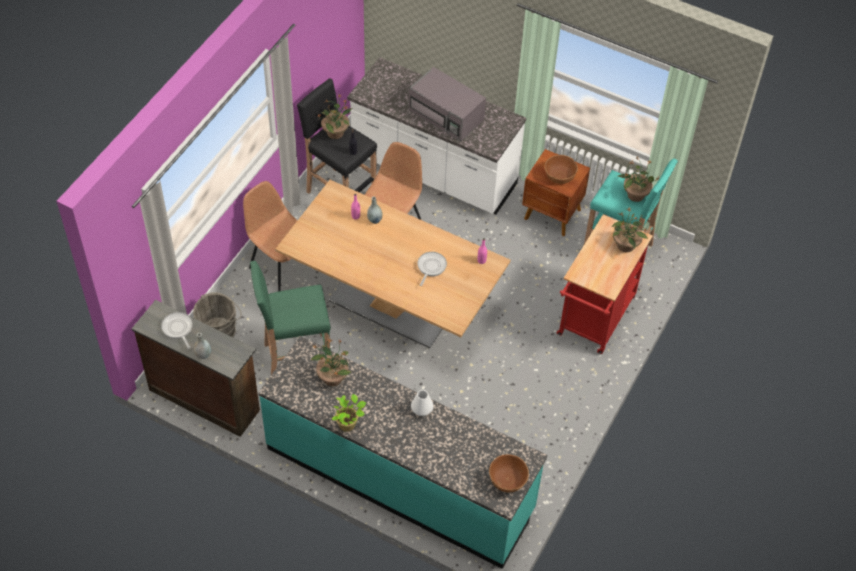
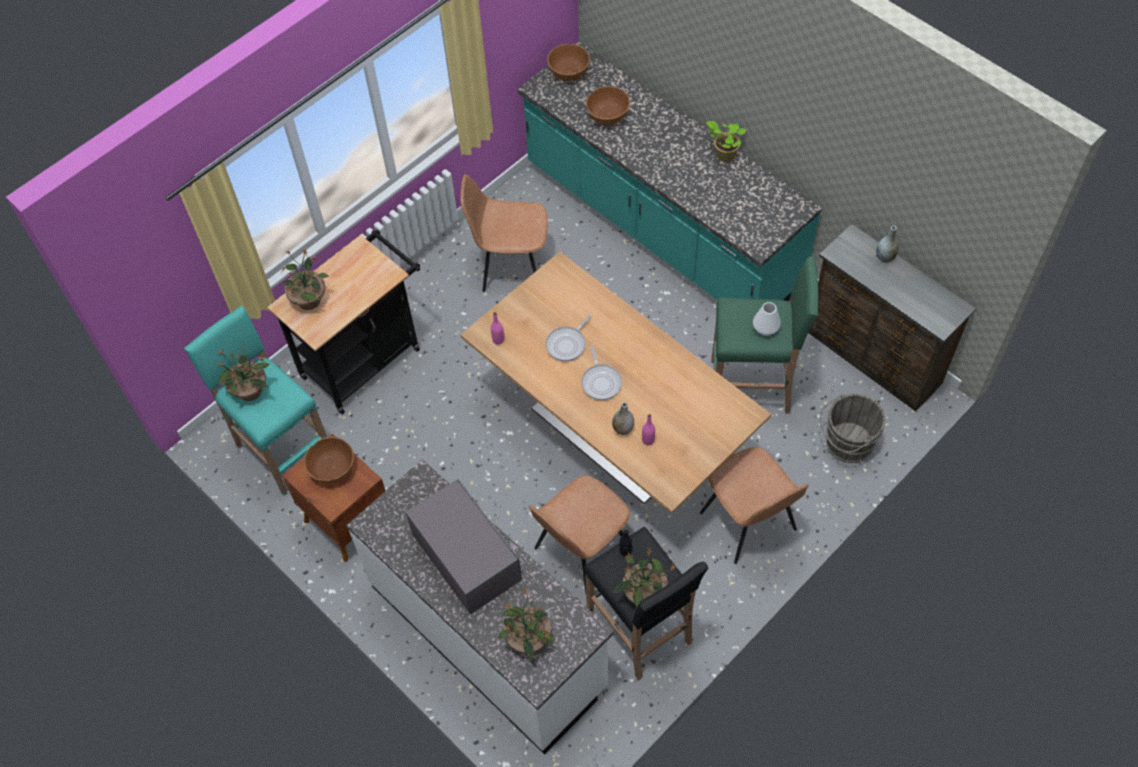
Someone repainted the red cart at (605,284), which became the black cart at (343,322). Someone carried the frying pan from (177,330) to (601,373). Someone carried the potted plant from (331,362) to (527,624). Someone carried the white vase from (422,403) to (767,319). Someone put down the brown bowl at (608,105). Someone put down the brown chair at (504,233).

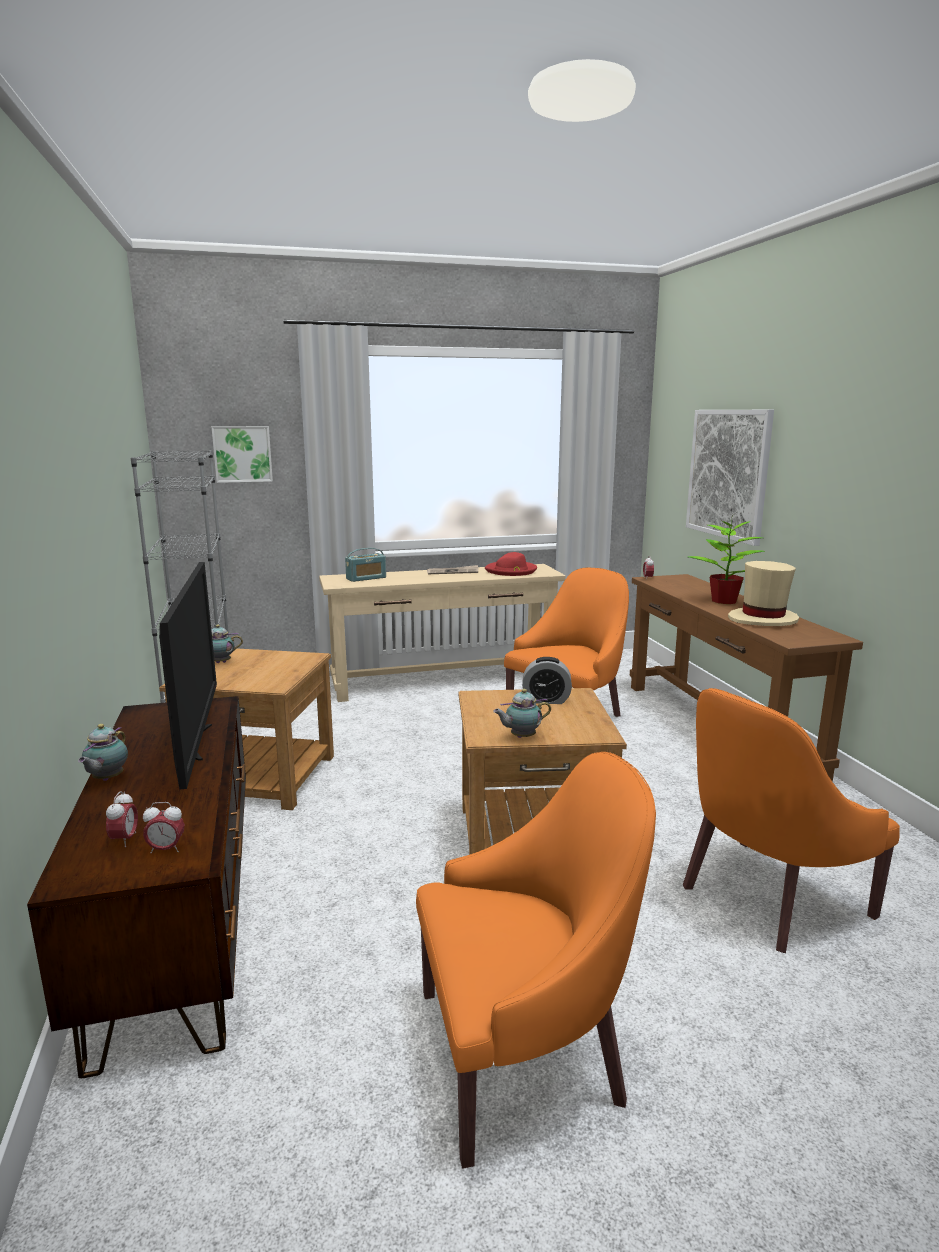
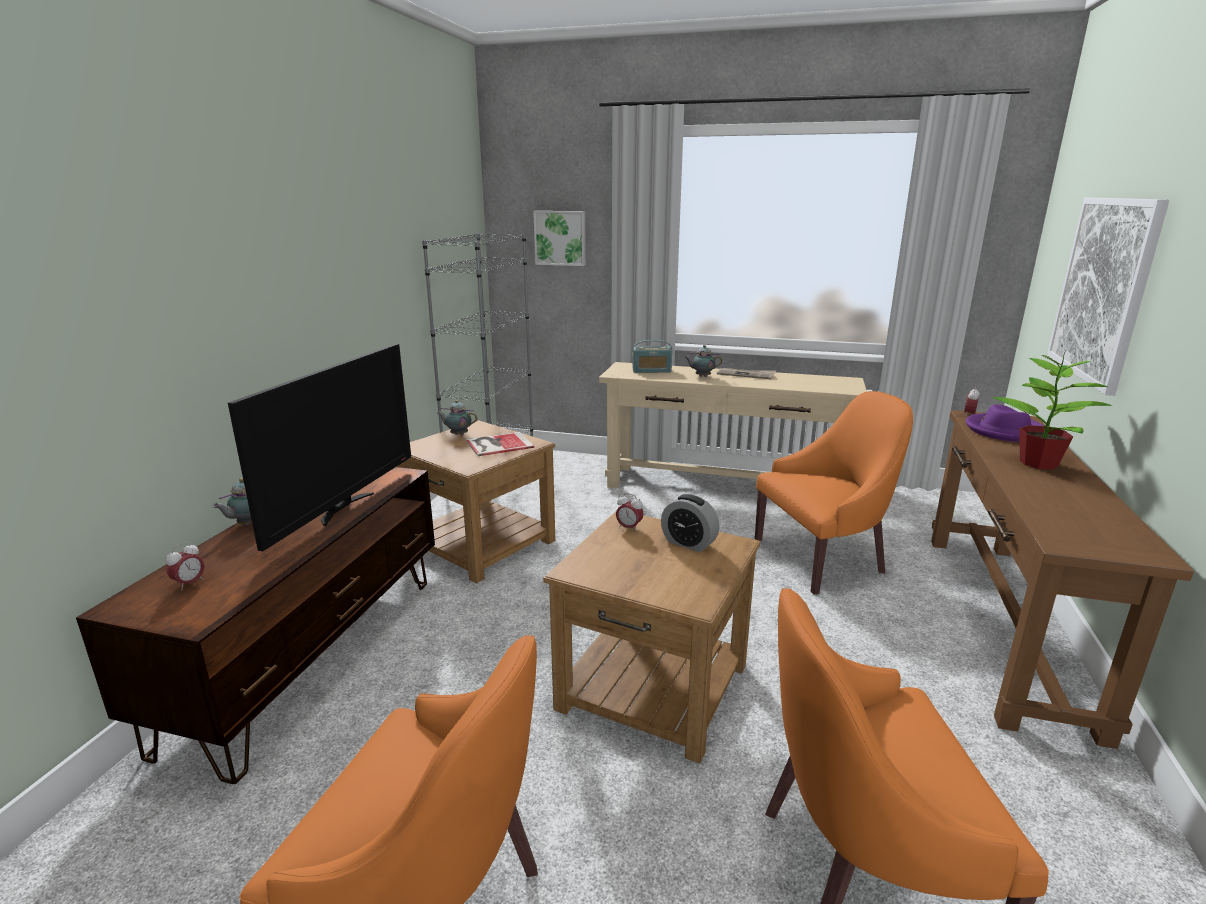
Someone took away the red hat at (511,564). Someone took away the beige hat at (763,593). Someone carried the teapot from (522,713) to (703,361). Someone carried the alarm clock from (164,827) to (630,512). Someone put down the purple hat at (1005,423). Someone put down the book at (500,444).

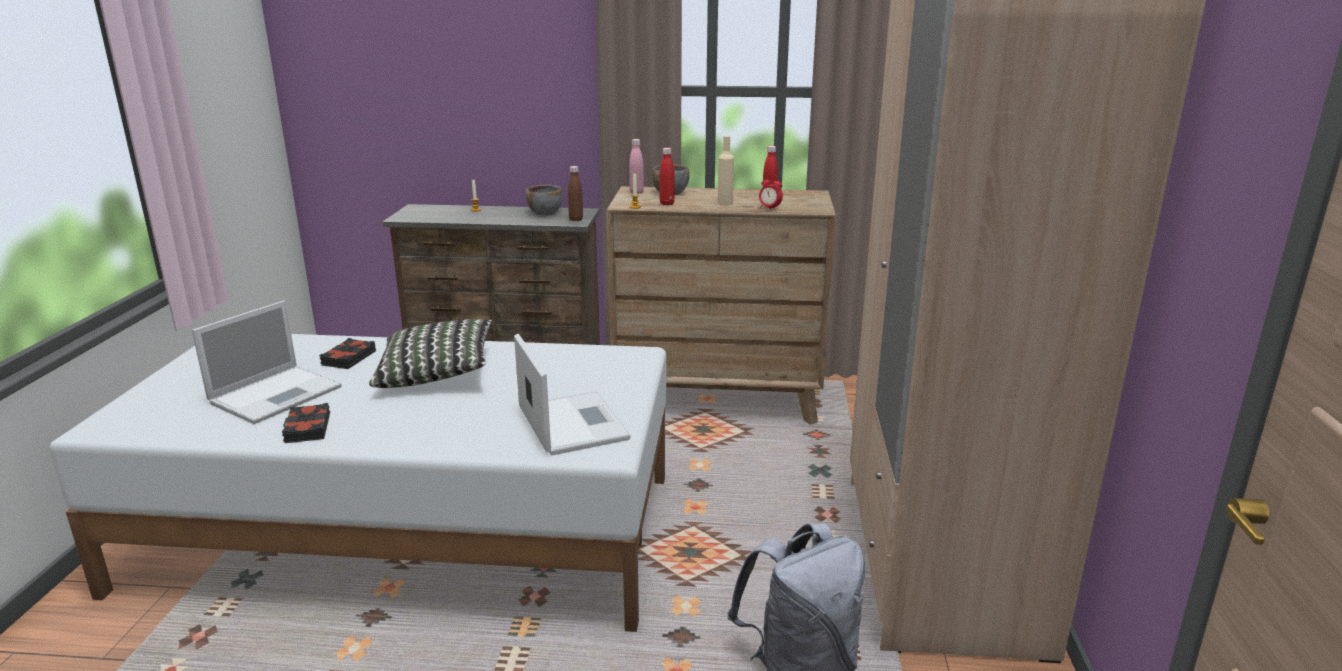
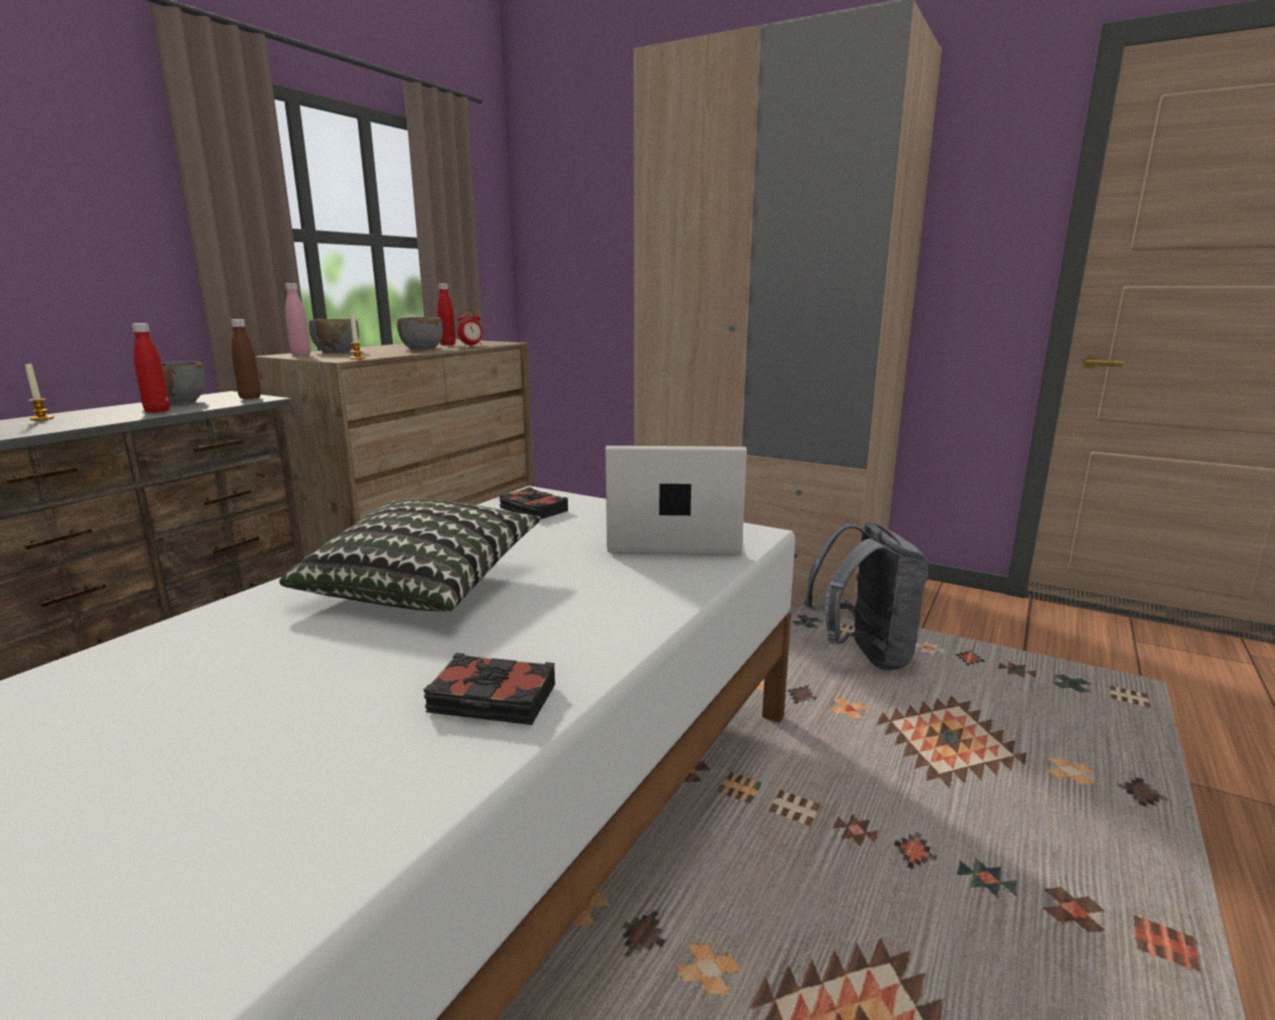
Someone swapped the beige bottle at (726,171) for the grey bowl at (420,333). Someone carried the red bottle from (667,176) to (151,368). Someone took away the laptop at (267,362). Someone carried the black book from (347,353) to (533,503).

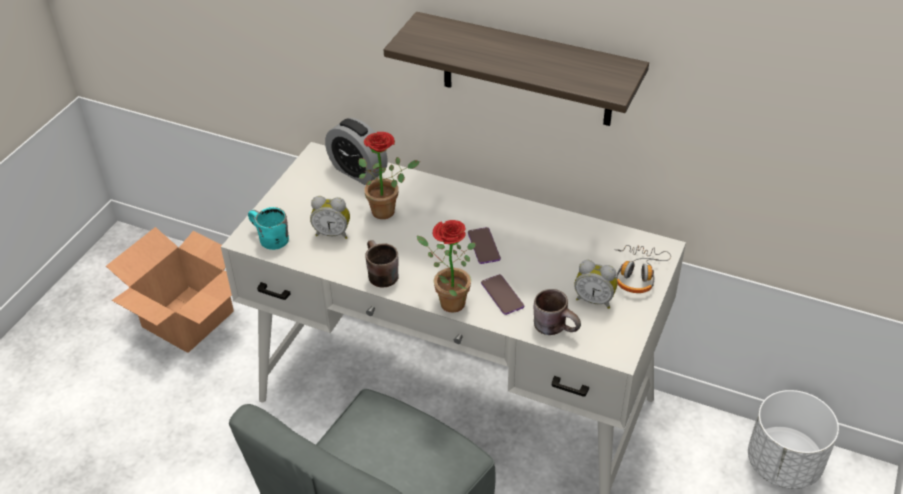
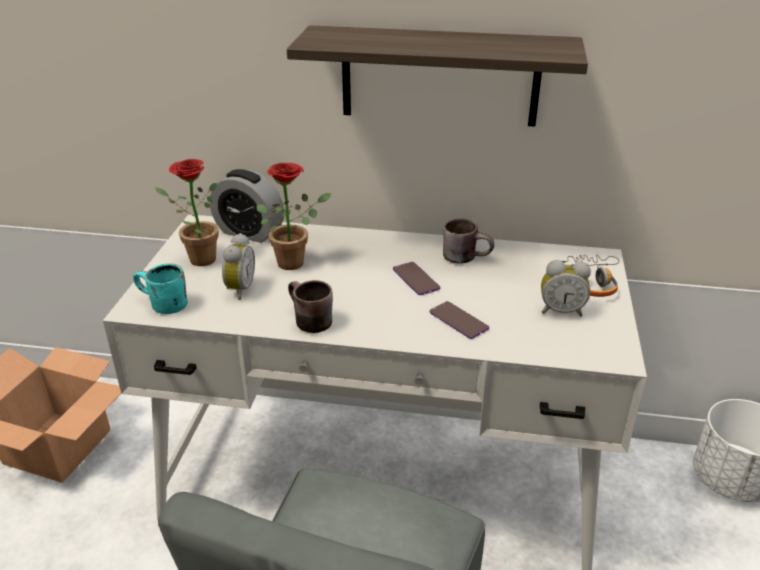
Someone rotated the alarm clock at (330,217) by 75 degrees counterclockwise. Someone carried the potted plant from (446,266) to (187,212). Someone carried the brown mug from (557,312) to (468,241).

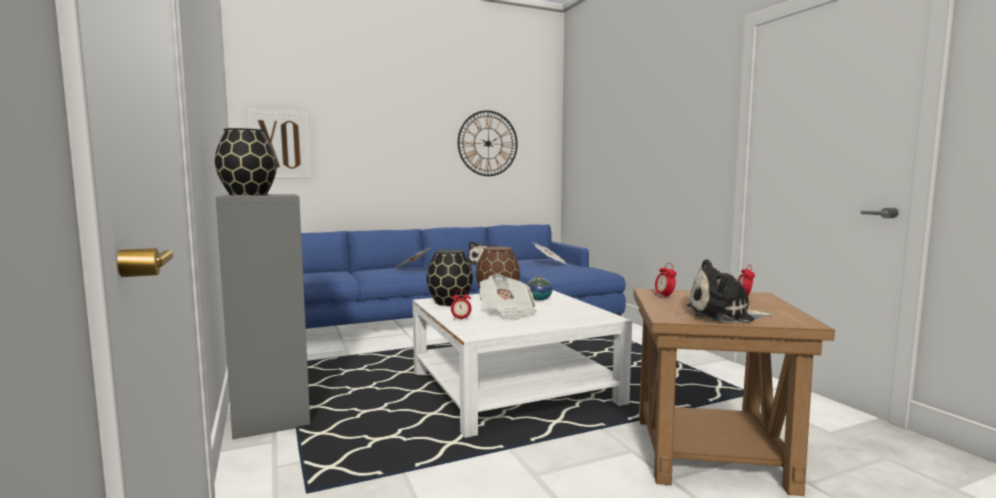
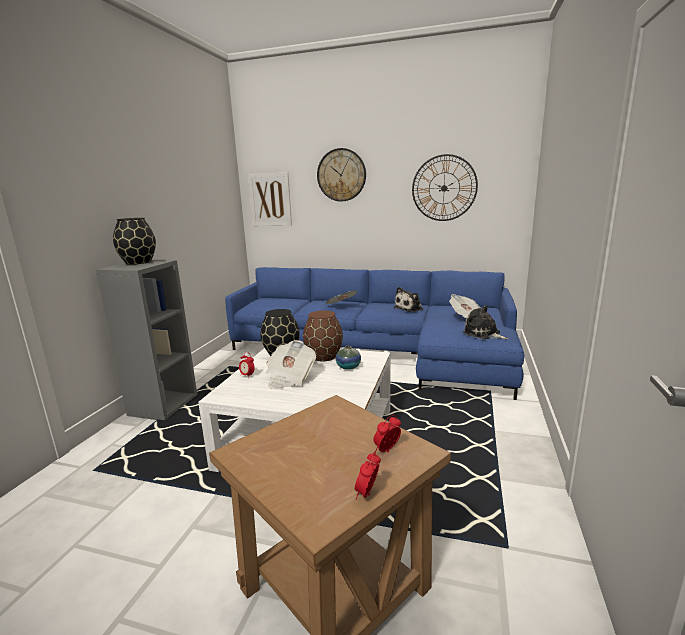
Someone carried the plush toy from (730,290) to (485,322). Someone carried the alarm clock from (665,280) to (368,476). Someone put up the wall clock at (341,175).

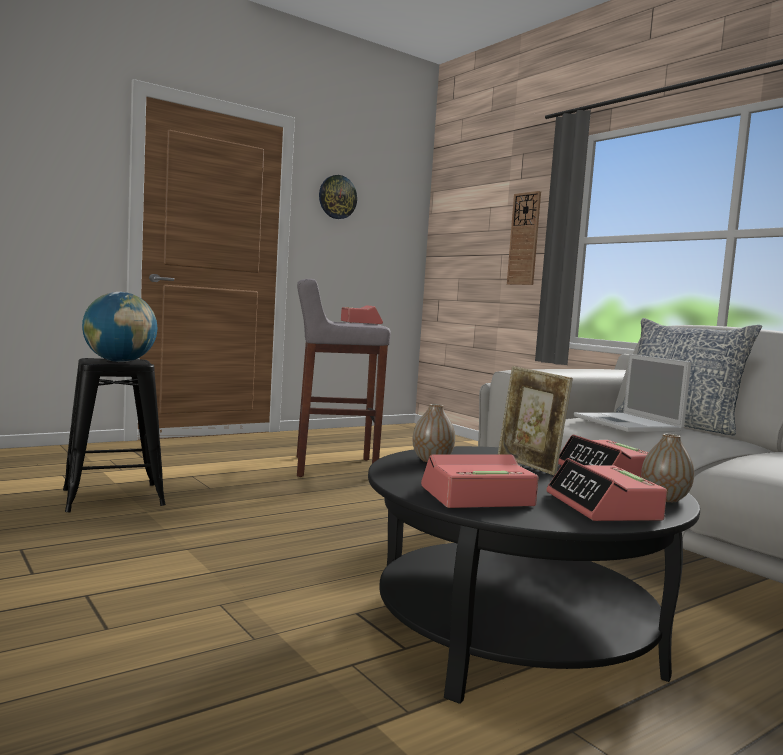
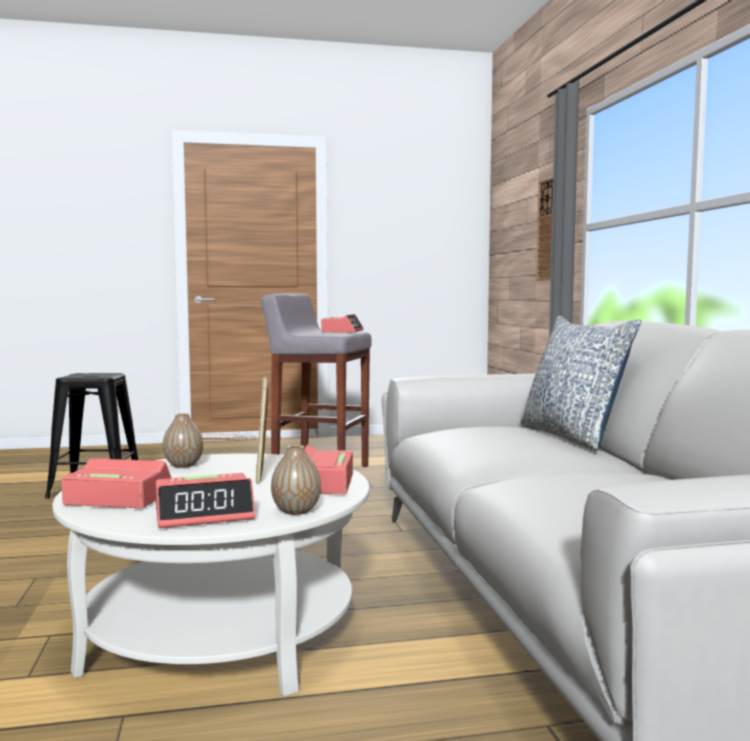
Someone took away the wall clock at (338,197). Someone took away the globe at (119,327). Someone took away the laptop at (632,393). Someone repainted the black coffee table at (534,575), which became the white coffee table at (211,575). Someone rotated the alarm clock at (606,489) by 120 degrees counterclockwise.

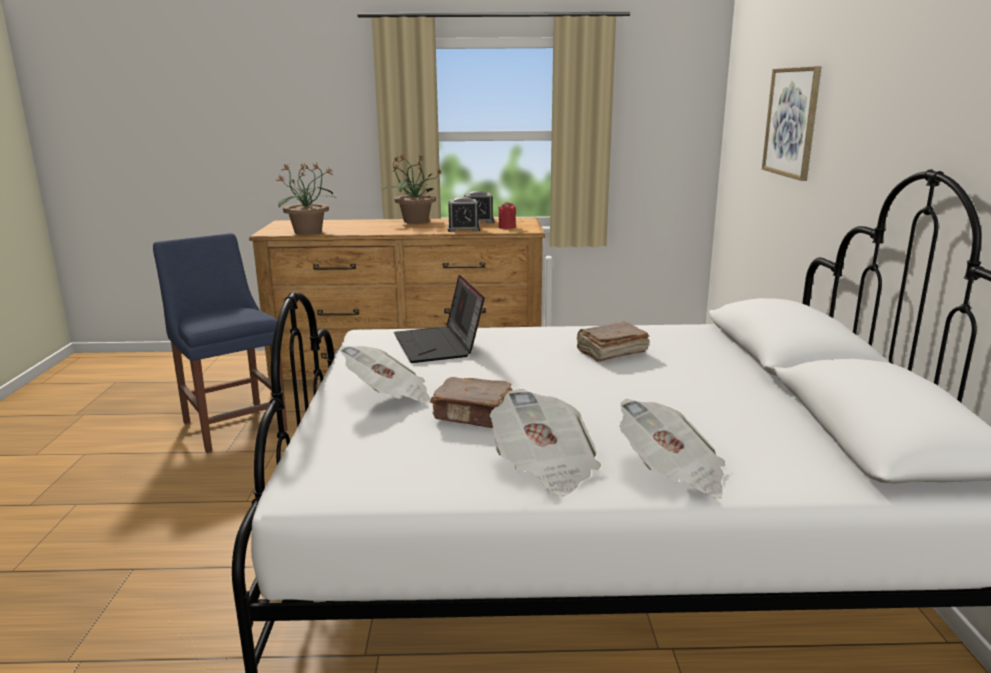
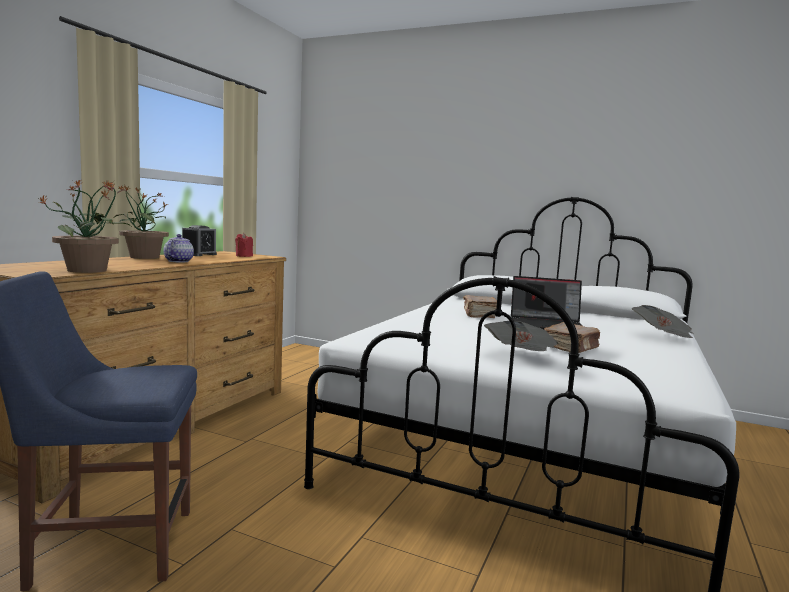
Someone took away the picture at (791,123). Someone took away the alarm clock at (464,214). Someone carried the laptop from (439,319) to (547,302). Someone took away the newspaper at (545,443). Someone put down the teapot at (179,248).

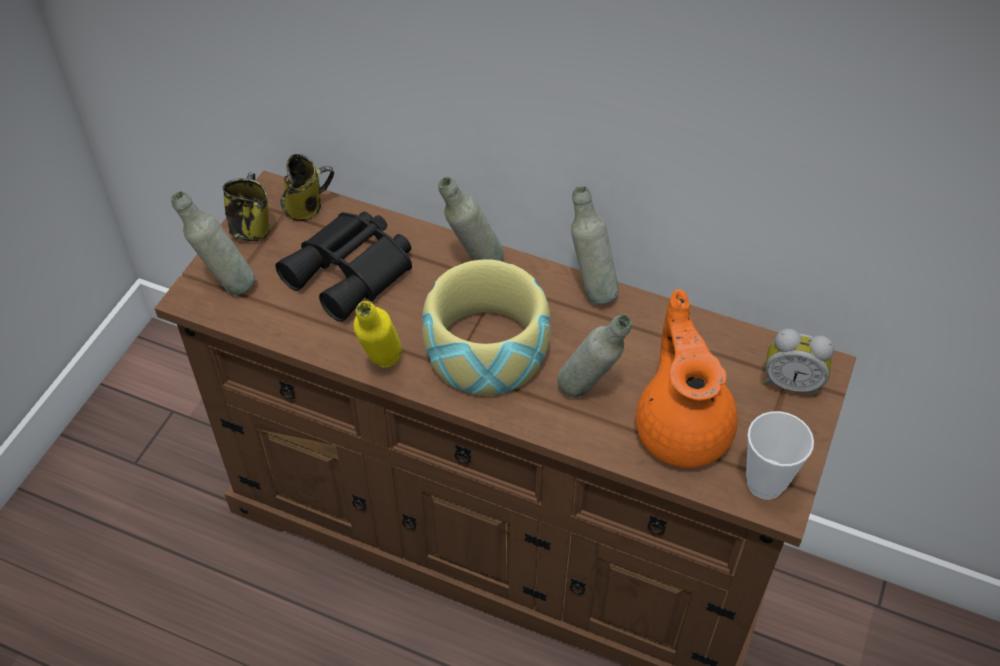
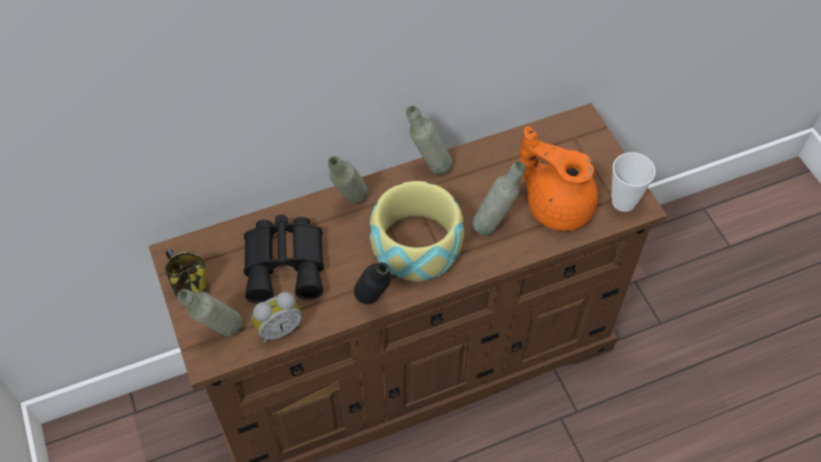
Someone took away the mug at (307,187). Someone repainted the yellow bottle at (377,334), which became the black bottle at (372,283). Someone carried the alarm clock from (798,363) to (277,318).

